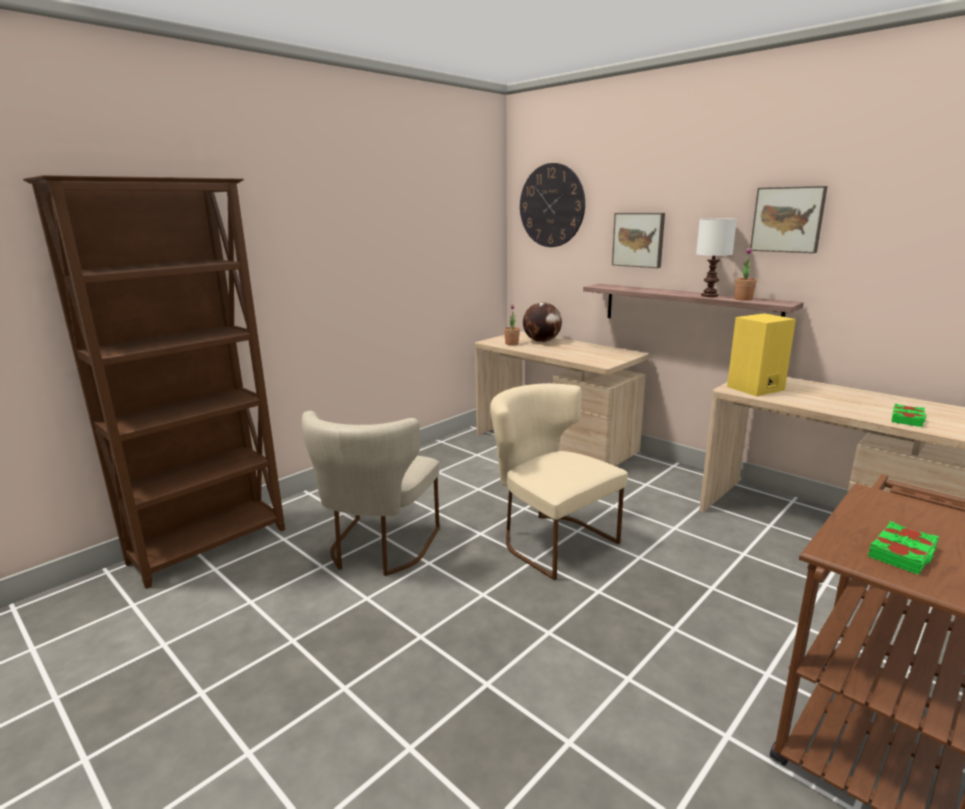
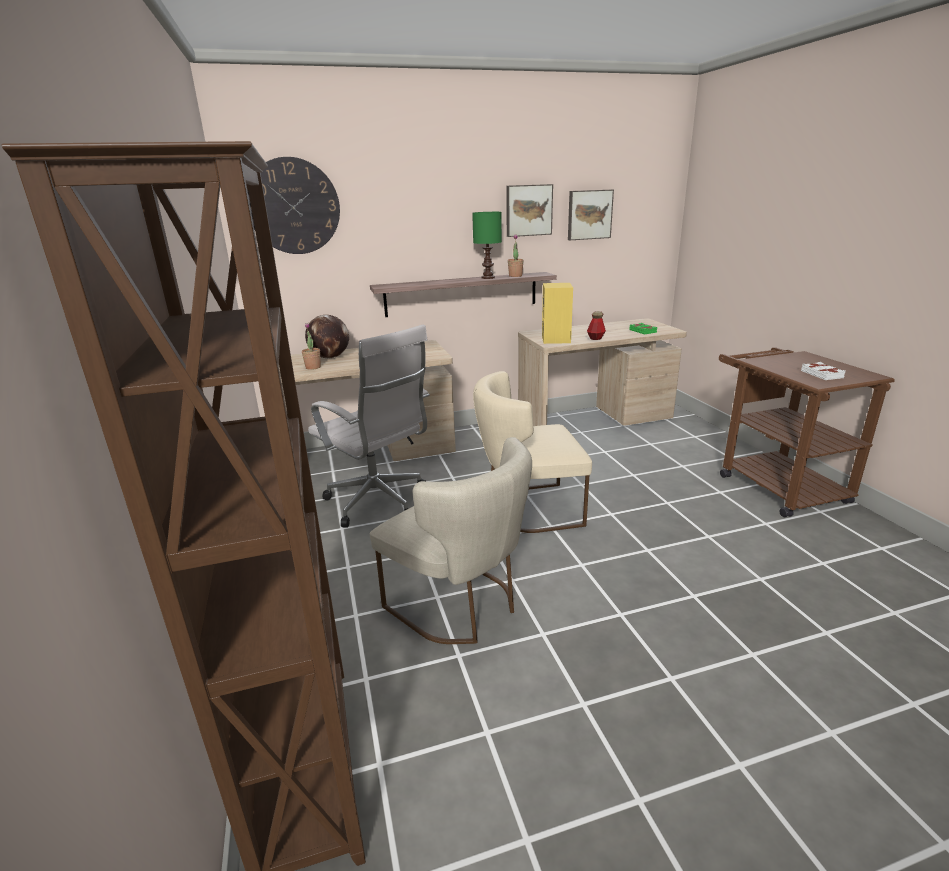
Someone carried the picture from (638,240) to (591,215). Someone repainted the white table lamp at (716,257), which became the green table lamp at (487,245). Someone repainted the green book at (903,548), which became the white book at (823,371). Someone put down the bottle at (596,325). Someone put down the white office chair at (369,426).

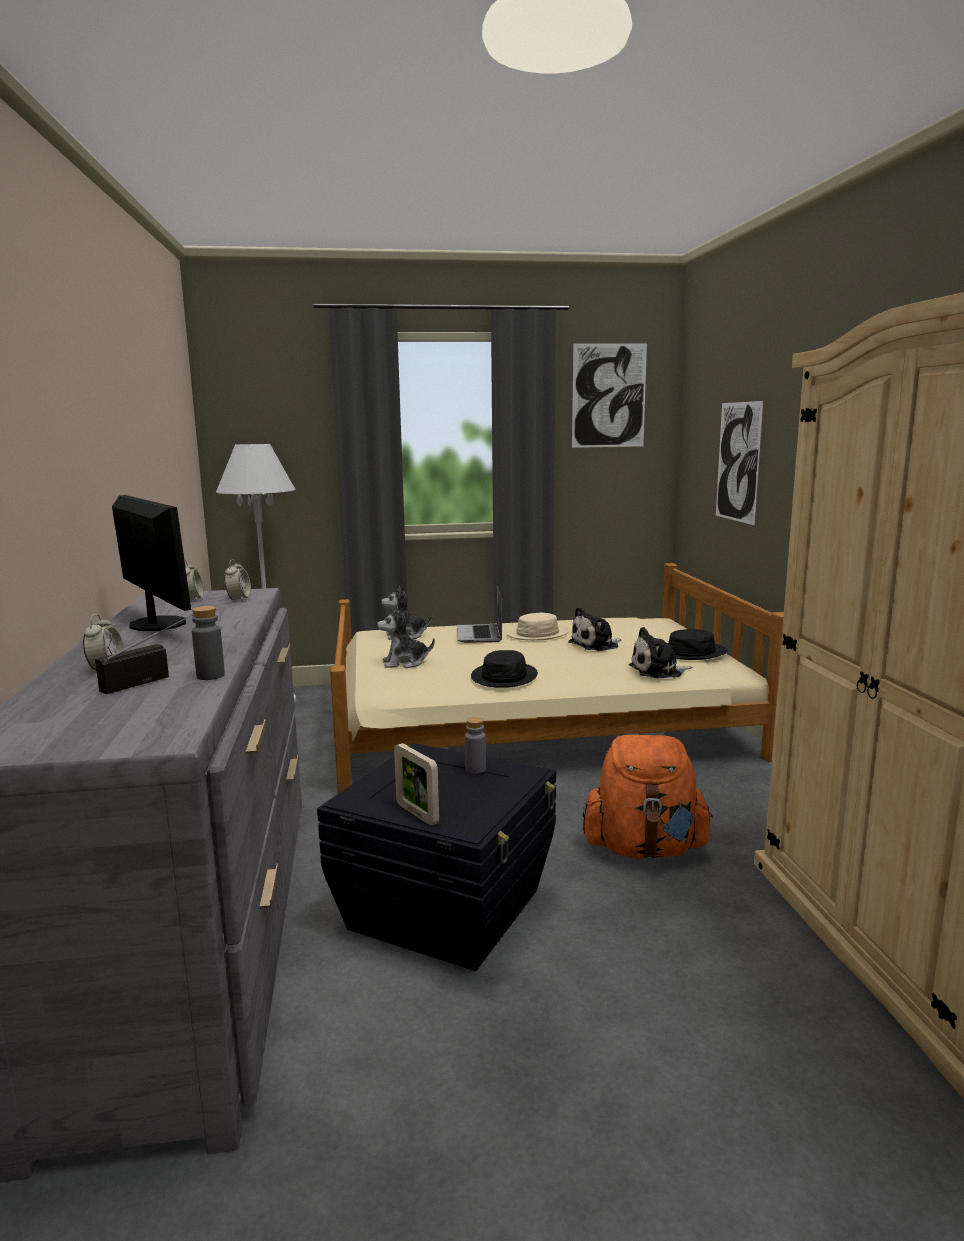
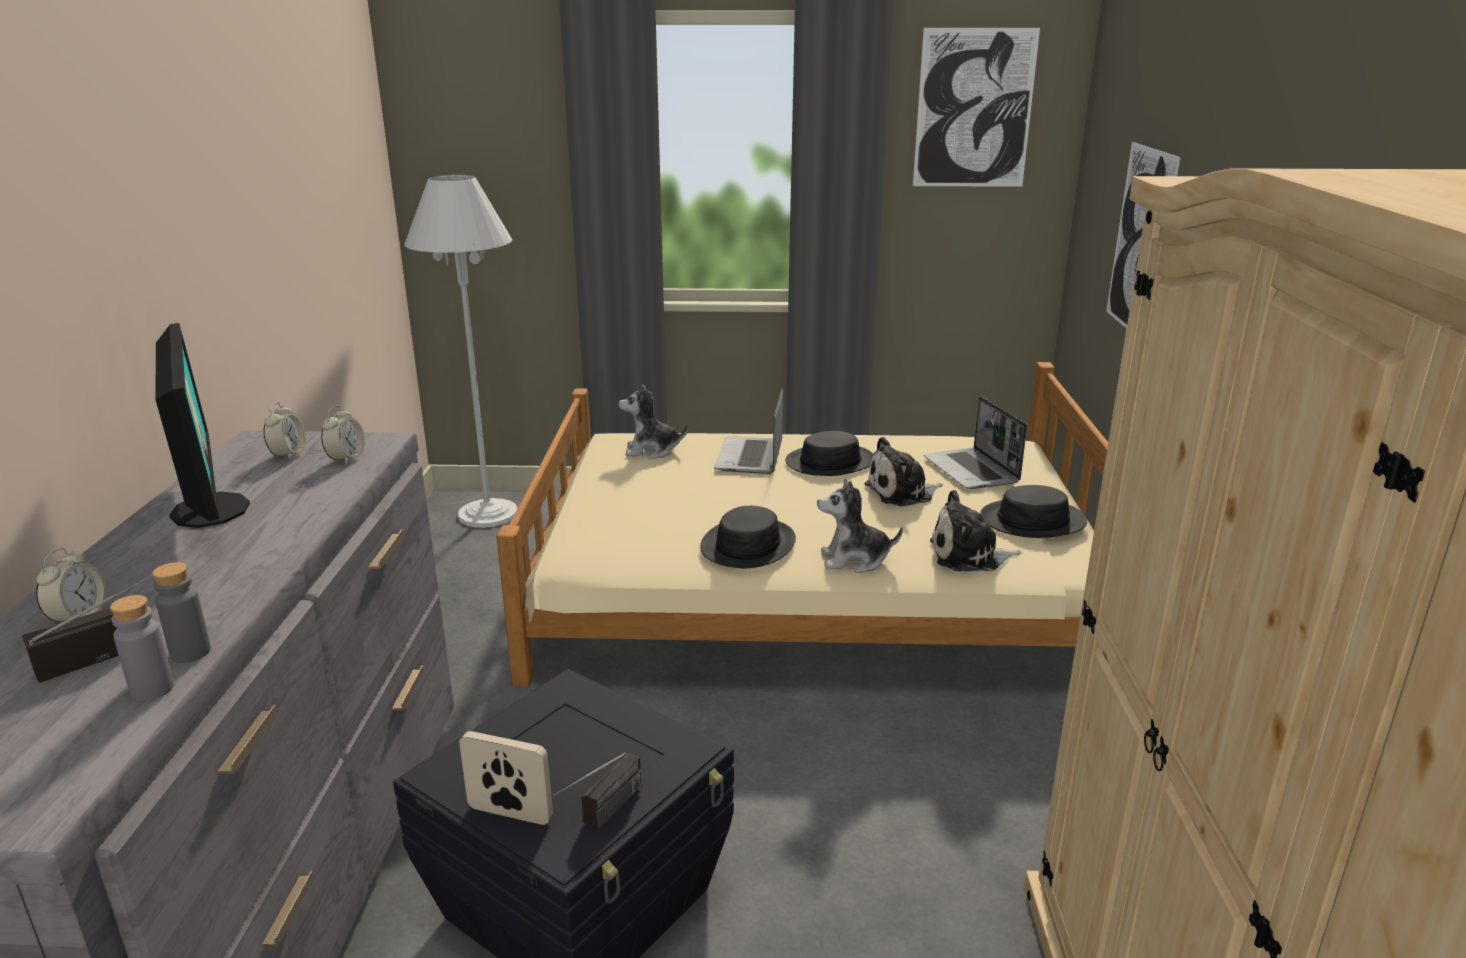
Someone carried the plush toy from (406,637) to (860,525). Someone repainted the beige hat at (537,626), which became the black hat at (829,453). Someone carried the grey bottle from (475,745) to (142,648). Someone took away the orange backpack at (648,797). Someone rotated the picture frame at (416,784) by 135 degrees clockwise. Someone put down the laptop at (975,442). Someone put down the radio at (597,791).

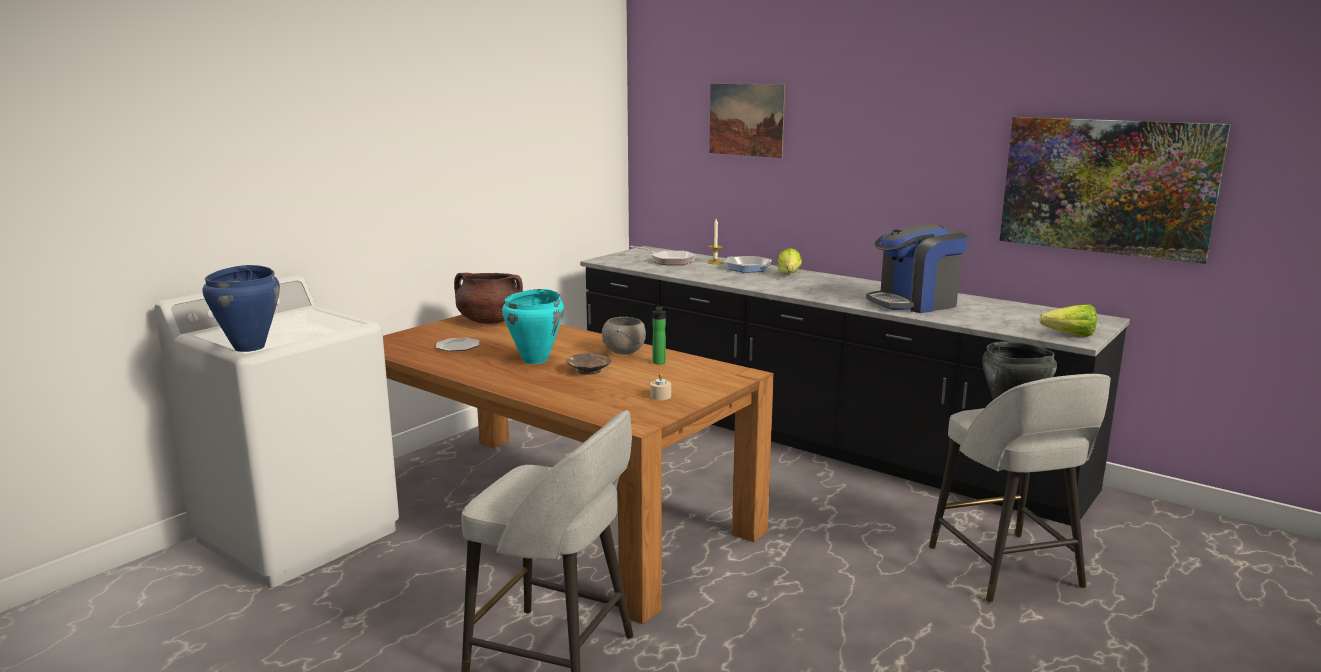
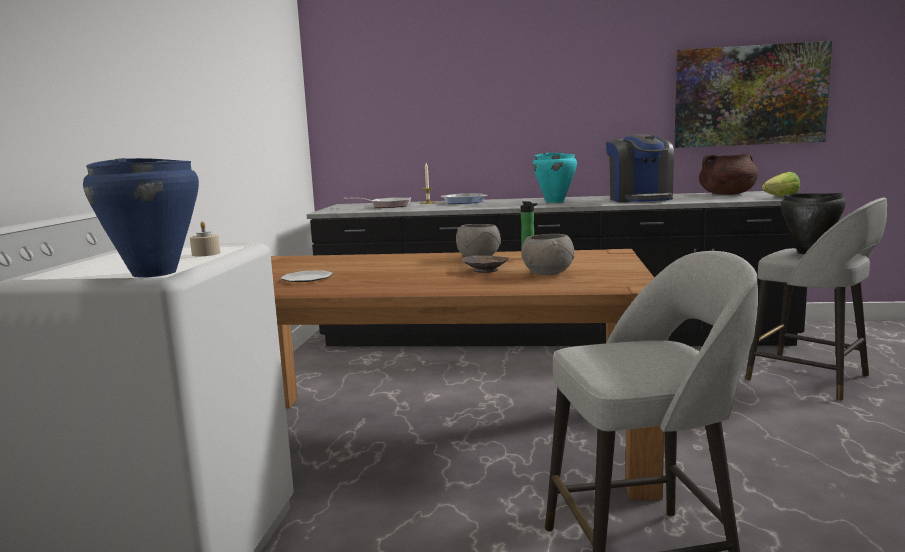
Someone took away the picture at (747,121). Someone rotated the coffee machine at (917,268) by 45 degrees counterclockwise. Someone took away the lettuce at (789,261). Someone carried the brown cooking pot from (488,298) to (728,174). Someone carried the turquoise cooking pot from (533,326) to (554,178). Someone carried the beige candle from (660,386) to (205,239). Someone put down the grey bowl at (548,254).

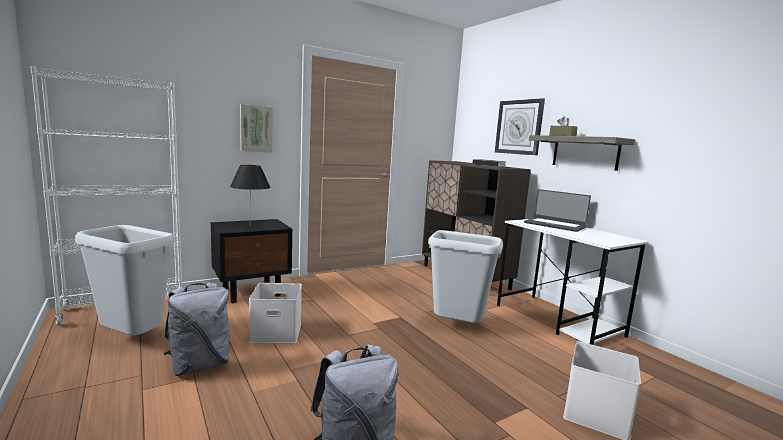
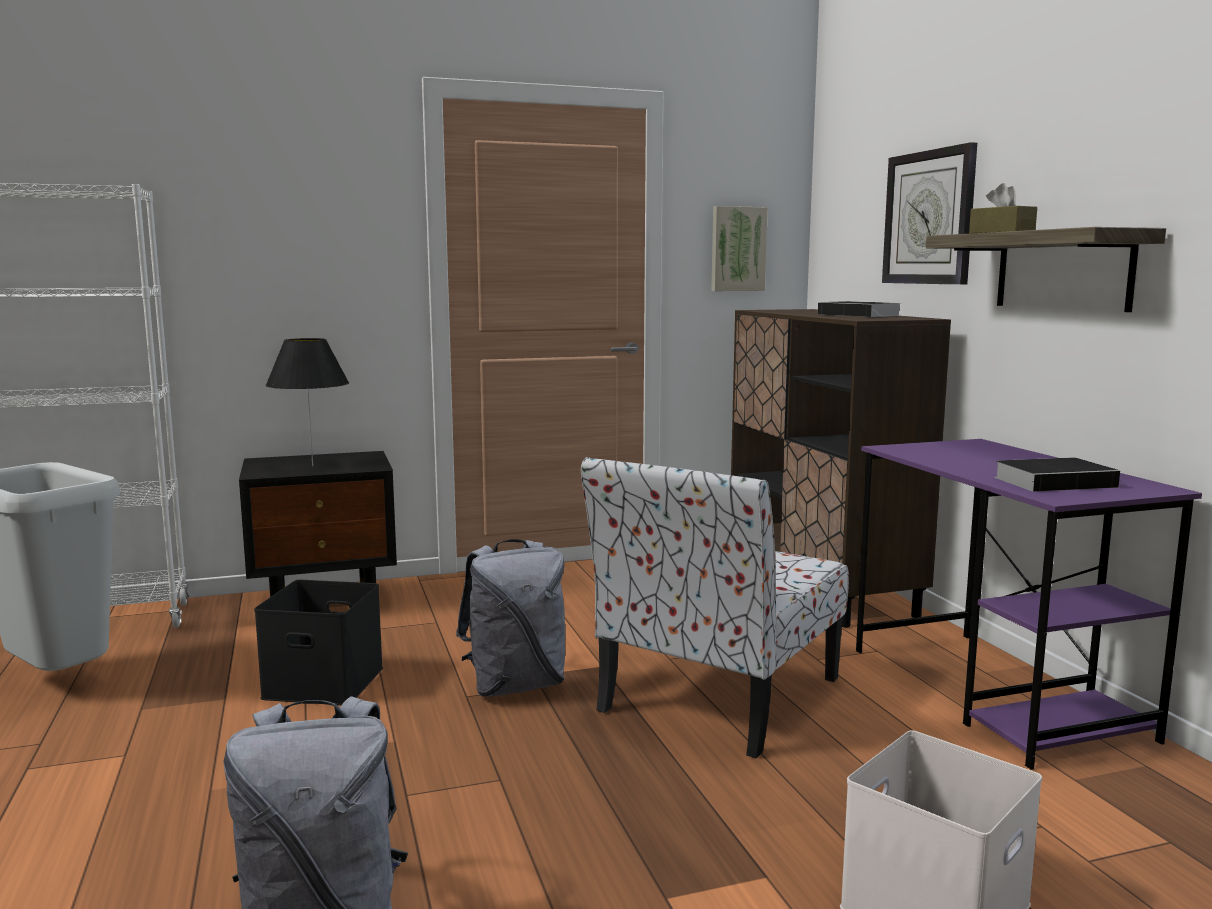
Someone carried the picture from (256,128) to (739,248). Someone took away the laptop at (557,210). Someone repainted the white desk at (572,282), which became the purple desk at (1029,604). Someone swapped the grey trash can at (465,276) for the chair at (715,607). Someone carried the grey backpack from (196,329) to (510,618). Someone repainted the white storage box at (275,313), which became the black storage box at (318,642). Someone put down the book at (1063,474).

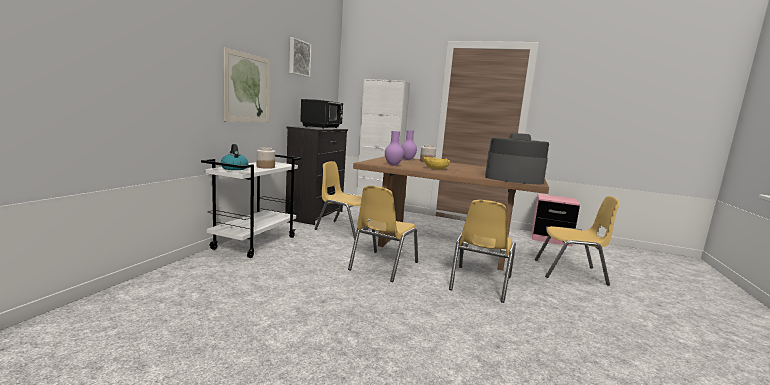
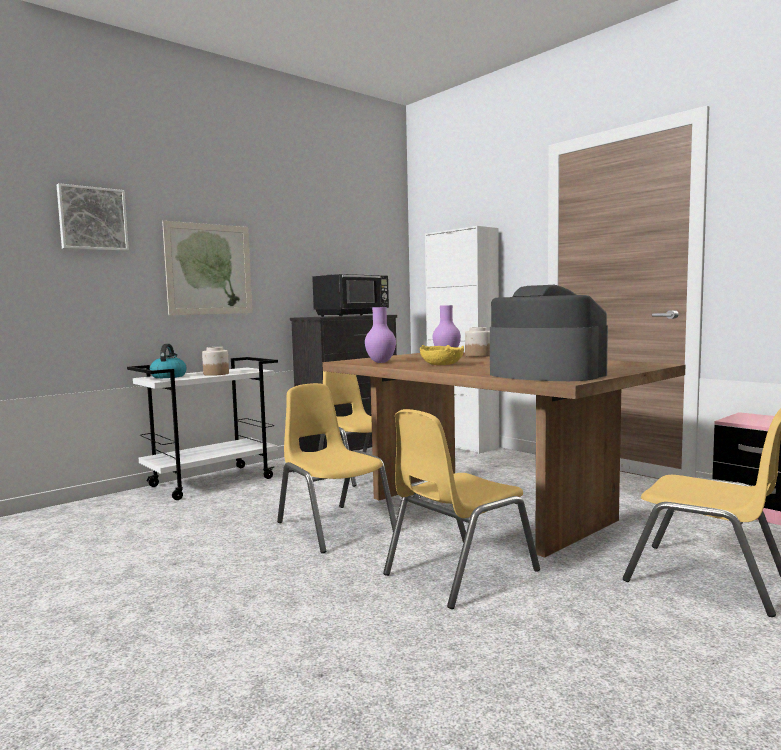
Someone carried the picture from (300,57) to (93,217). Someone rotated the yellow chair at (383,234) by 90 degrees clockwise.

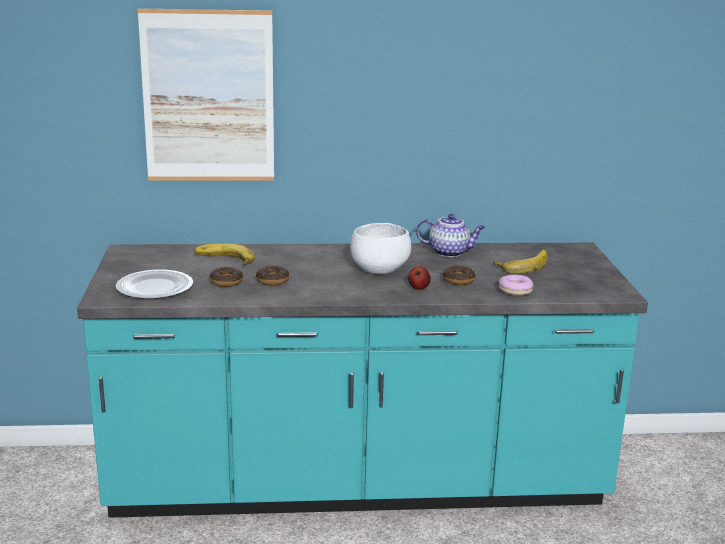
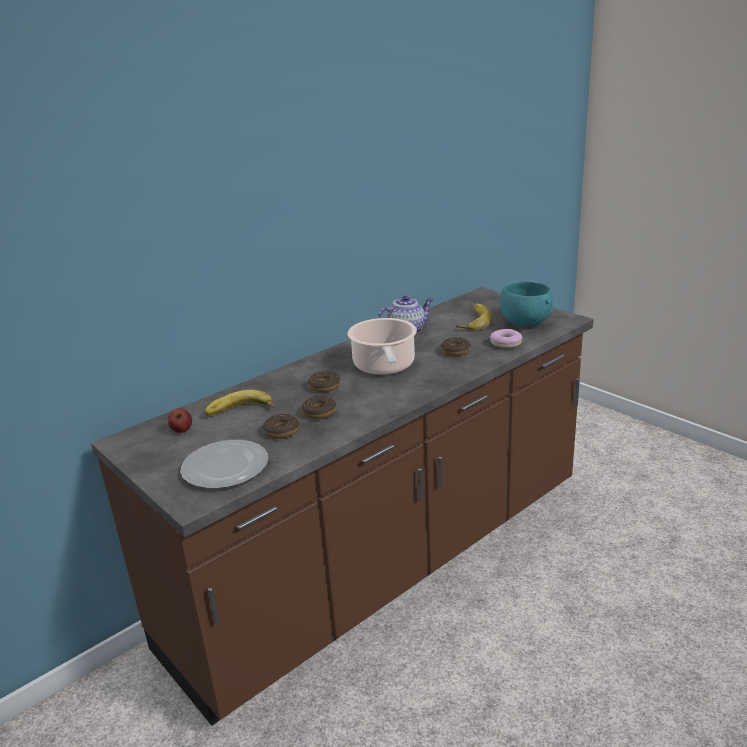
Someone took away the picture at (205,94). Someone swapped the white bowl at (380,248) for the cooking pot at (382,346). Someone repainted the turquoise counter at (362,380), which became the brown counter at (342,506). Someone carried the apple from (419,278) to (180,420). Someone put down the turquoise bowl at (526,304). Someone put down the donut at (324,381).

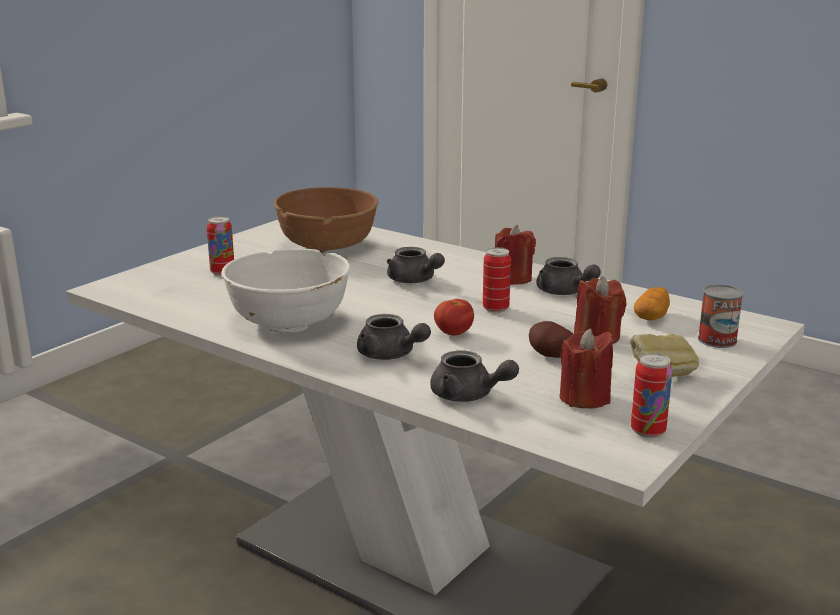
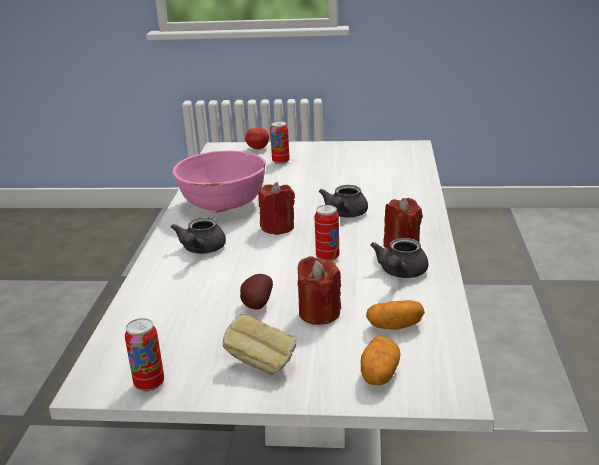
Someone took away the brown bowl at (326,220). Someone repainted the white bowl at (285,291), which became the pink bowl at (219,181). Someone swapped the can at (720,316) for the potato at (380,361). Someone carried the tomato from (454,317) to (257,138). Someone carried the red candle from (586,368) to (276,208). Someone took away the grey teapot at (474,376).

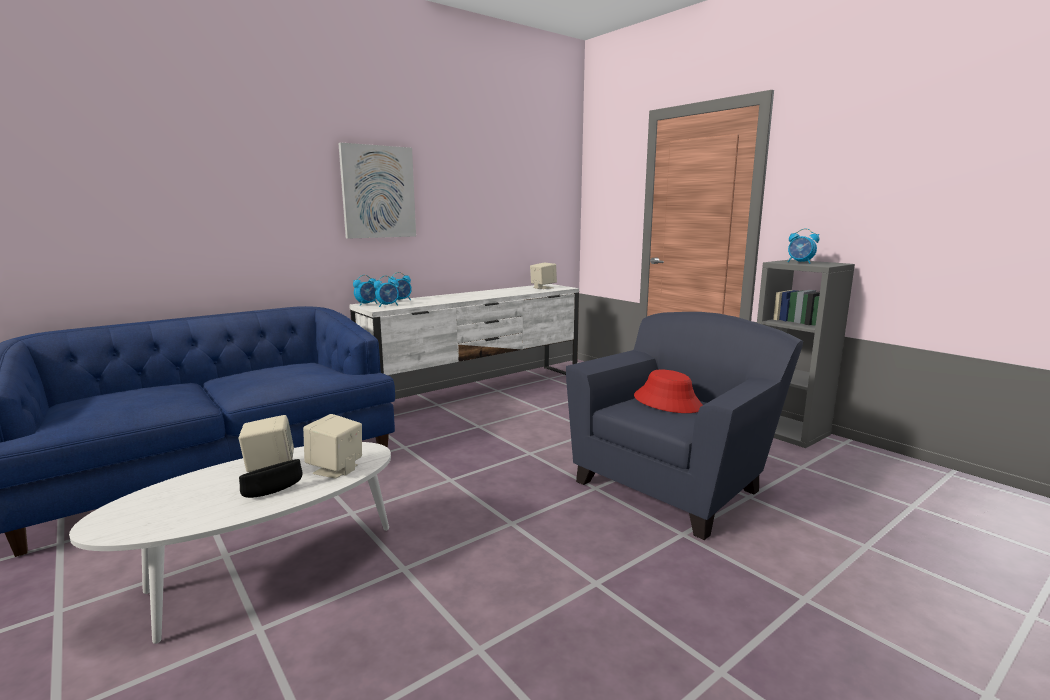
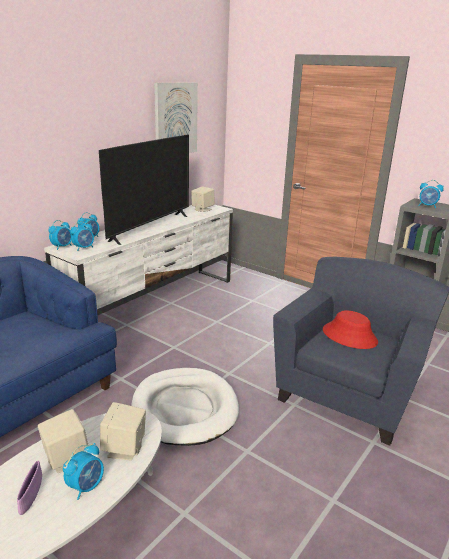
Someone carried the picture from (377,190) to (176,117). Someone swapped the black bowl at (270,478) for the alarm clock at (83,471). Someone put down the television at (144,190). Someone put down the white dog bed at (185,407). Someone put down the purple bowl at (29,488).

